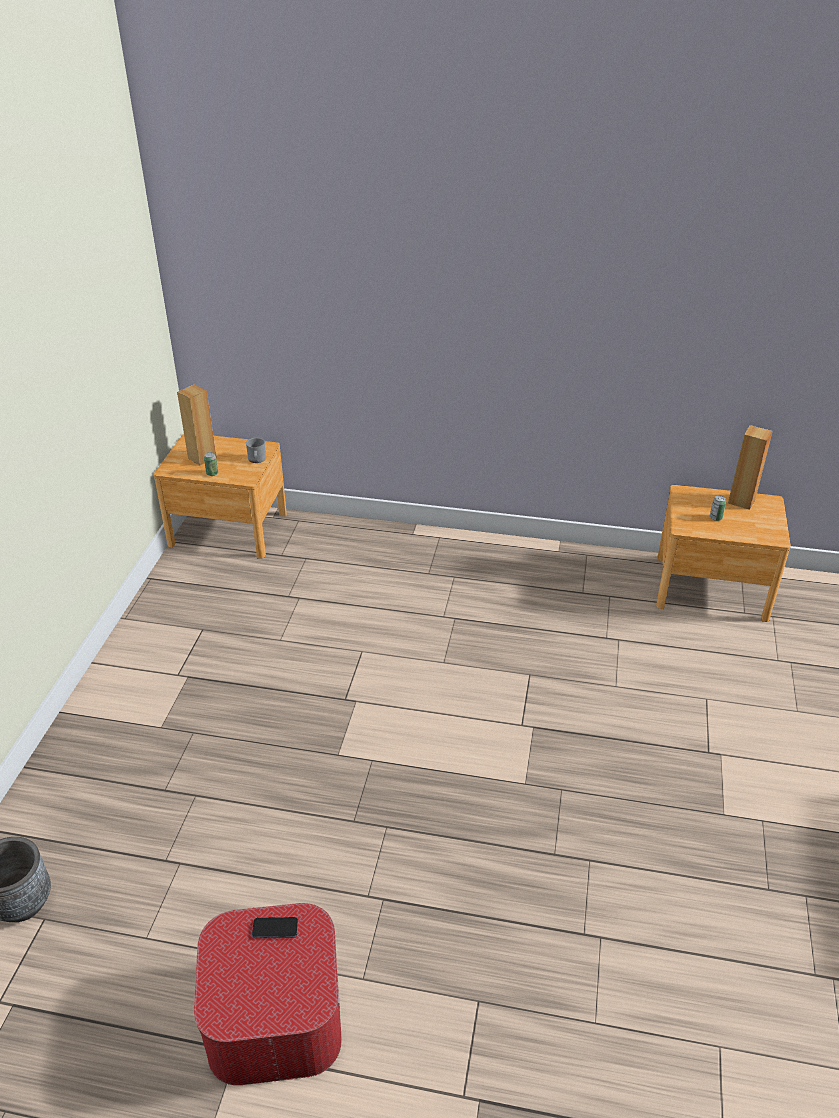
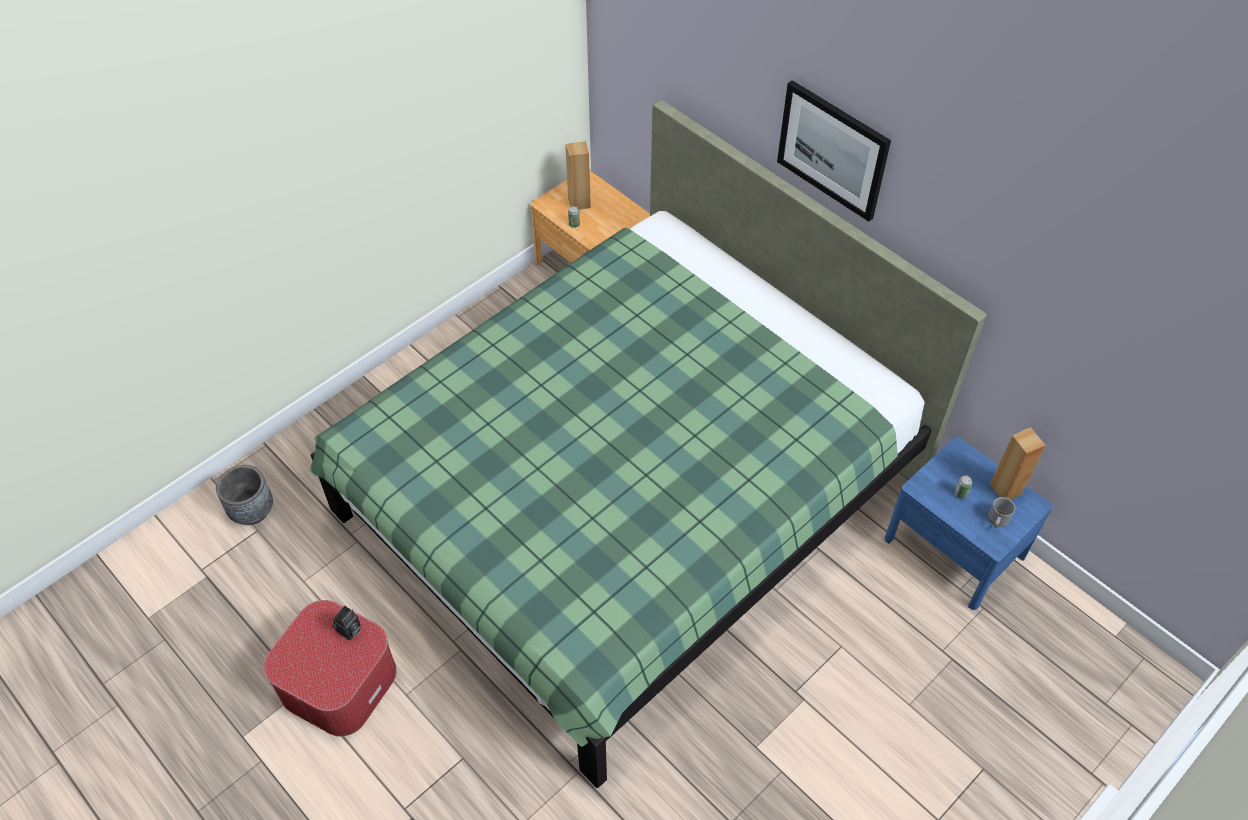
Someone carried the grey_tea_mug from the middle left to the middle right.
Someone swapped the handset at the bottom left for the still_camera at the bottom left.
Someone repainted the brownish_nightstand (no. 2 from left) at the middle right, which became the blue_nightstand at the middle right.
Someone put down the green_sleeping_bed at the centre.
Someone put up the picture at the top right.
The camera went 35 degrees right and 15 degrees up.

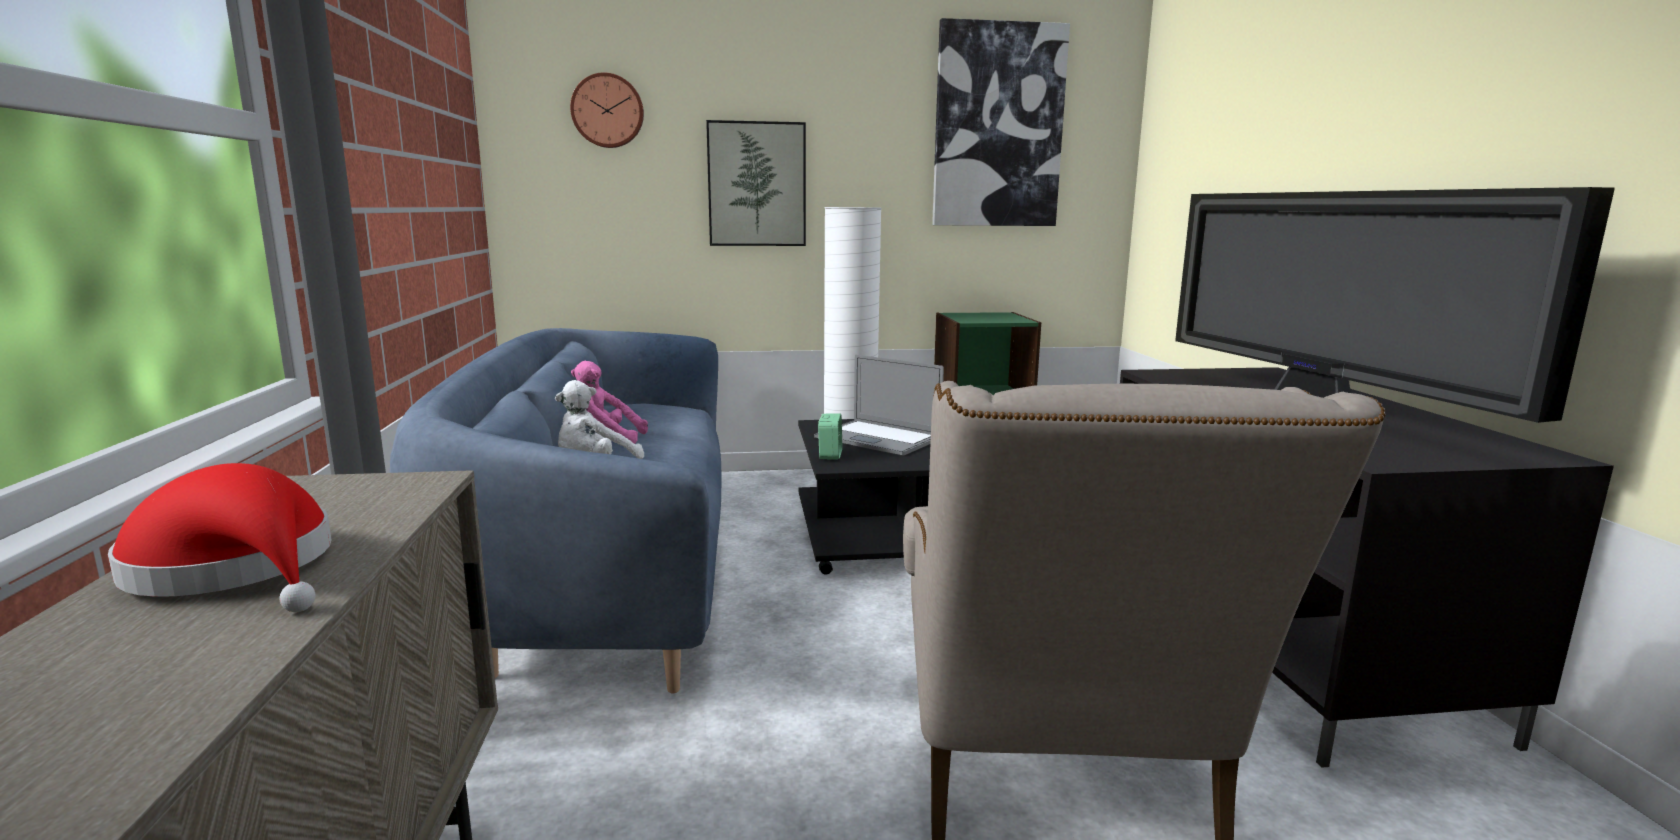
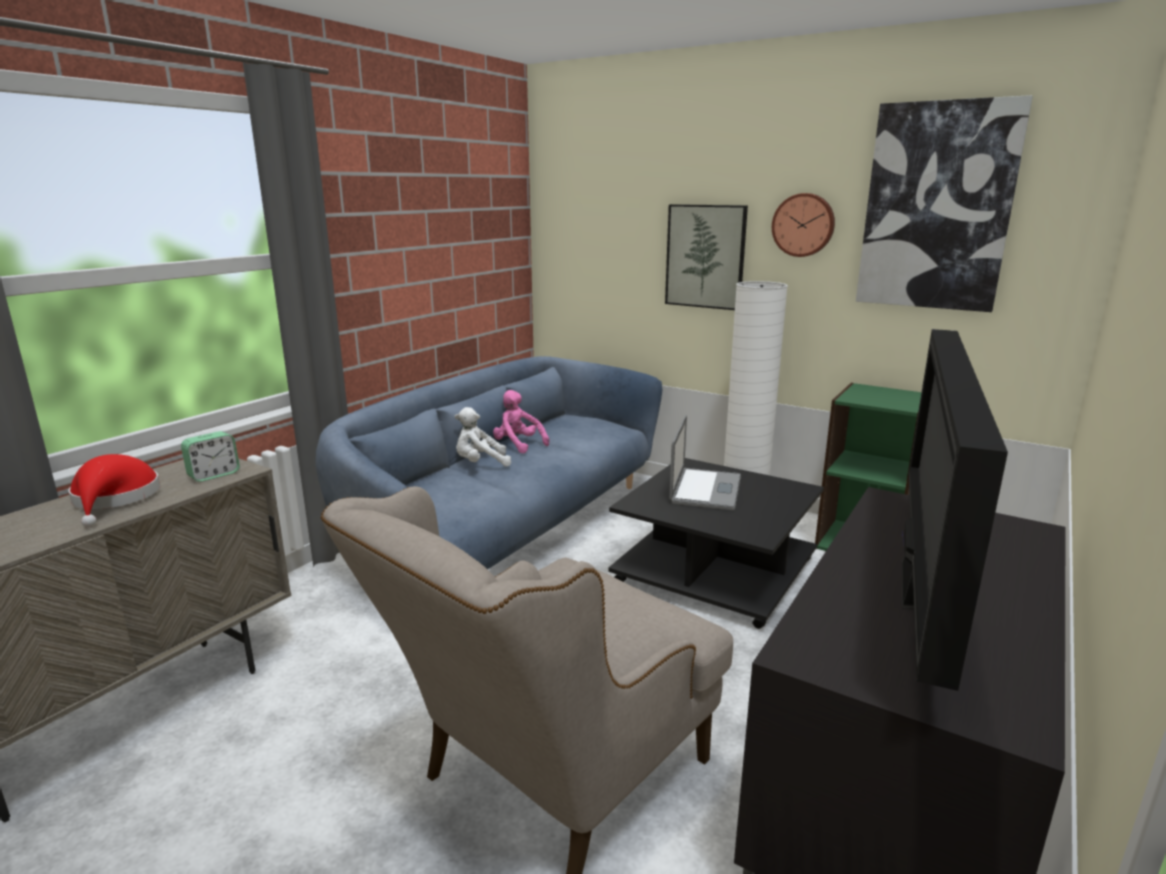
Someone carried the hanging_clock from the top centre to the top right.
Someone rotated the notebook_computer at the centre by 150 degrees counterclockwise.
Someone carried the bedside_clock from the centre to the middle left.
The camera went 40 degrees right and 5 degrees up.

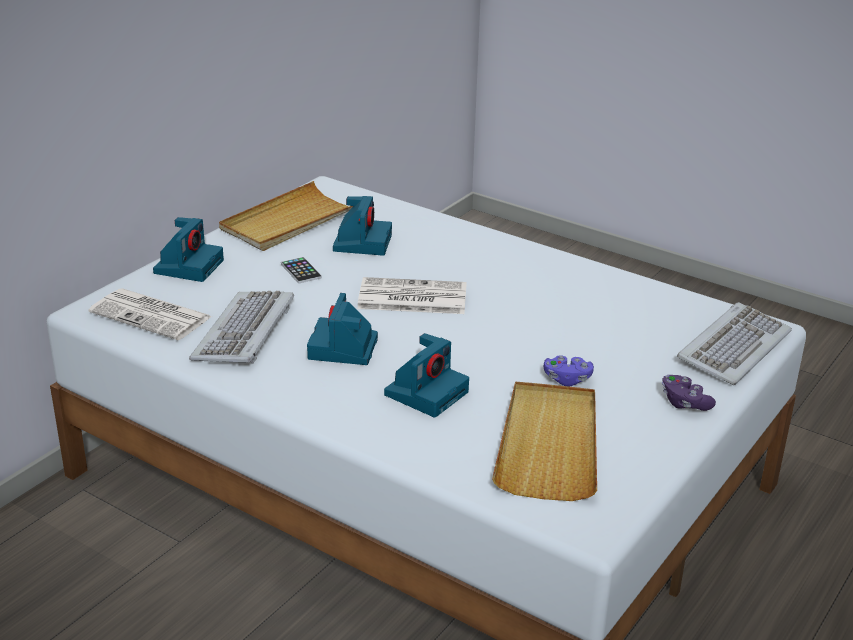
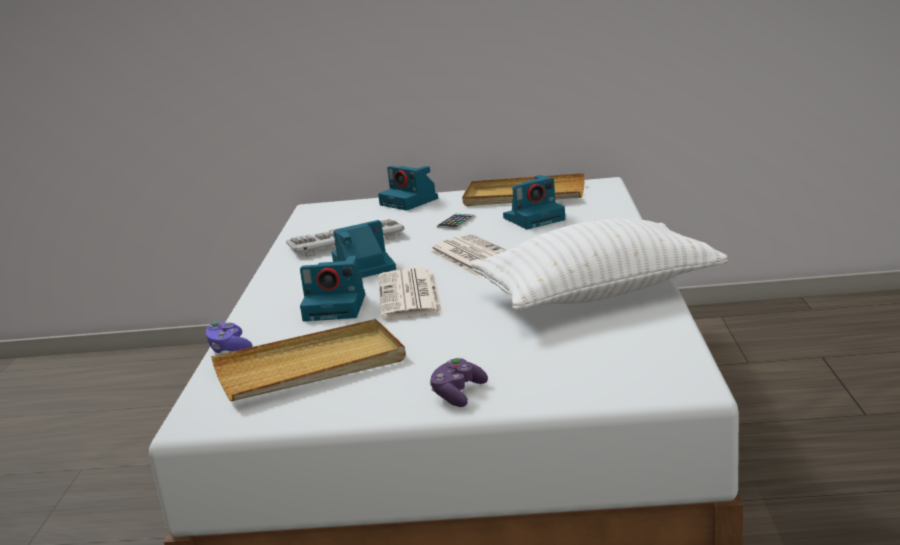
Someone carried the printed_paper (no. 1 from left) from the middle left to the centre.
Someone rotated the still_camera (no. 1 from left in the first image) at the middle left by 60 degrees clockwise.
Someone carried the purple_gamepad (no. 1 from left) from the middle right to the middle left.
Someone took away the PC_keyboard (no. 2 from left) at the middle right.
Someone put down the whitish_cushion at the centre.
The camera went 60 degrees right and 10 degrees down.

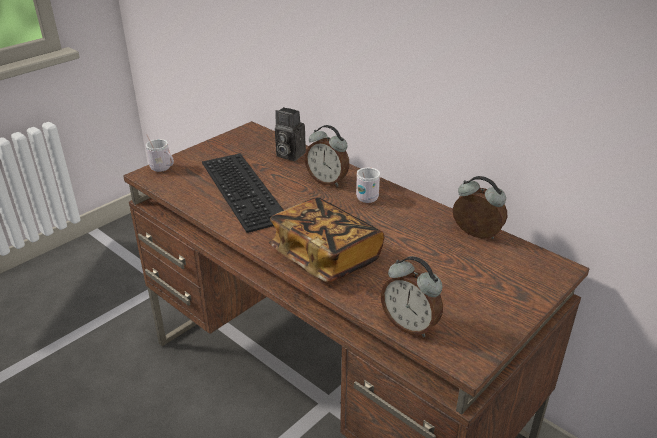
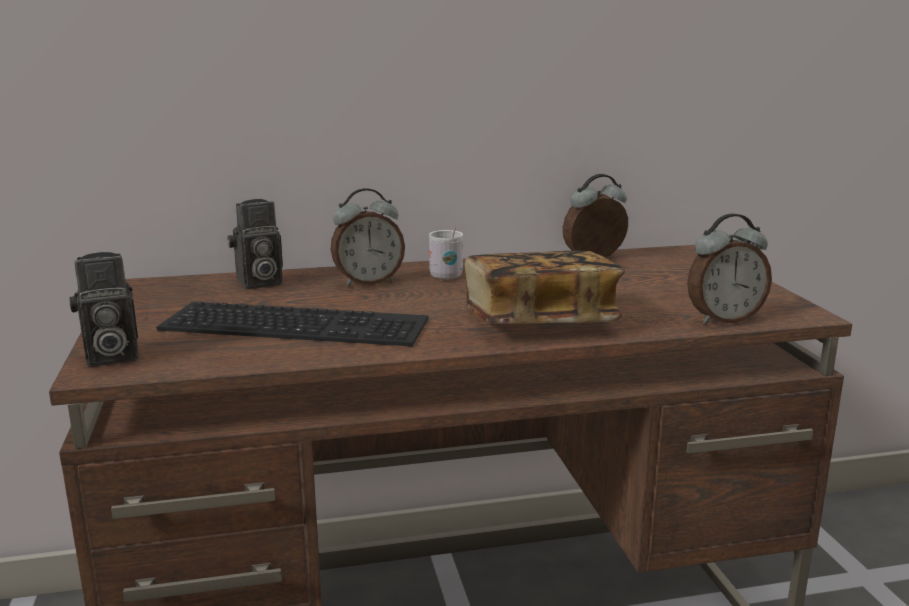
Someone swapped the whitish_tea_mug (no. 1 from left) at the middle left for the still_camera (no. 1 from left) at the middle left.
The camera went 55 degrees left and 15 degrees down.

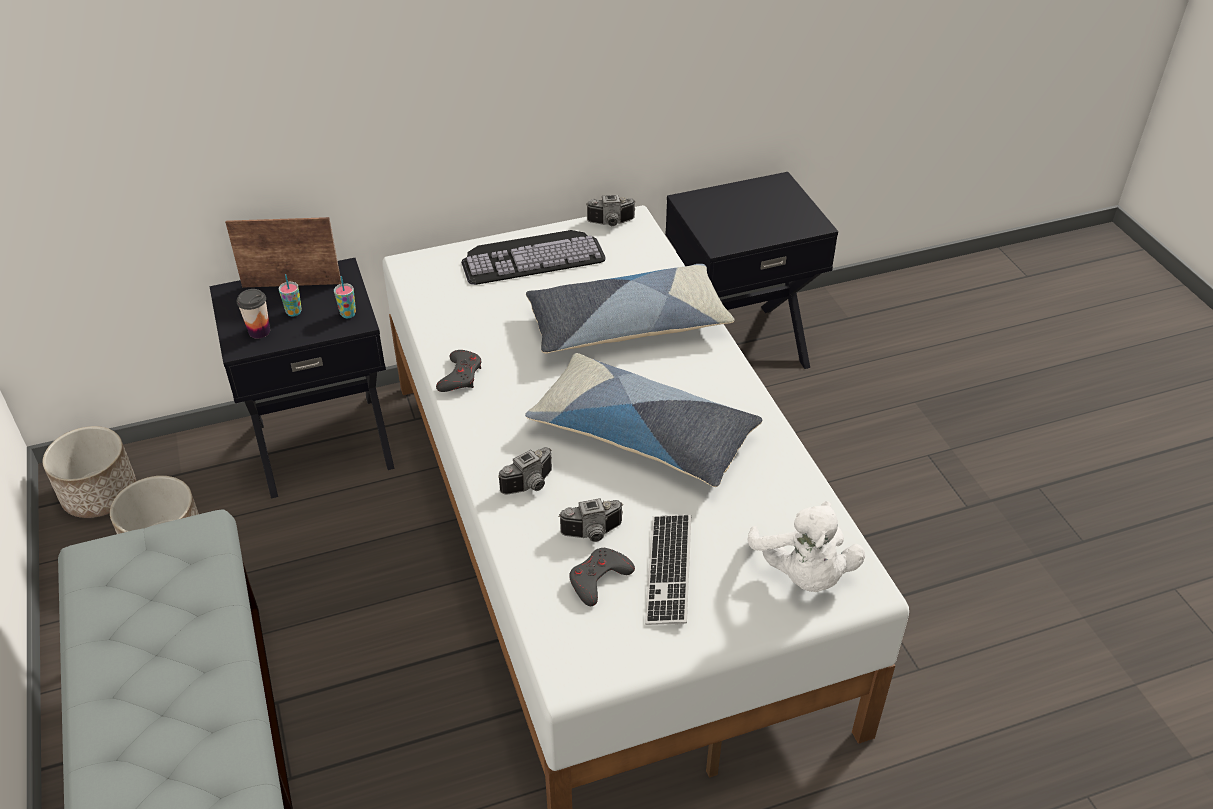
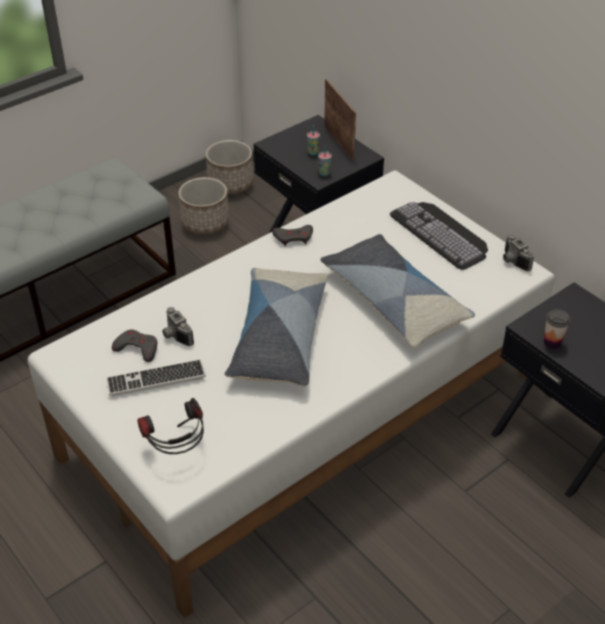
Someone carried the drinking_cup (no. 1 from left in the first image) from the middle left to the middle right.
Someone took away the still_camera (no. 1 from left) at the centre.
Someone swapped the whitish_cuddly_toy at the bottom centre for the headphones at the bottom left.
The camera went 70 degrees right and 0 degrees up.

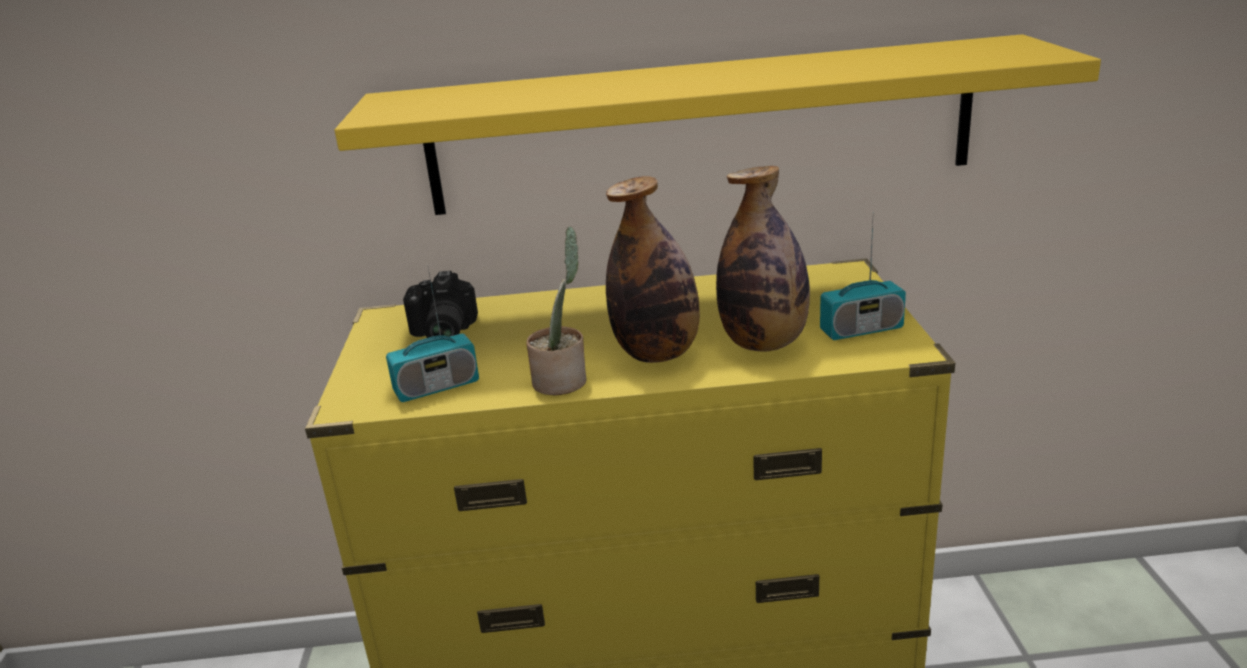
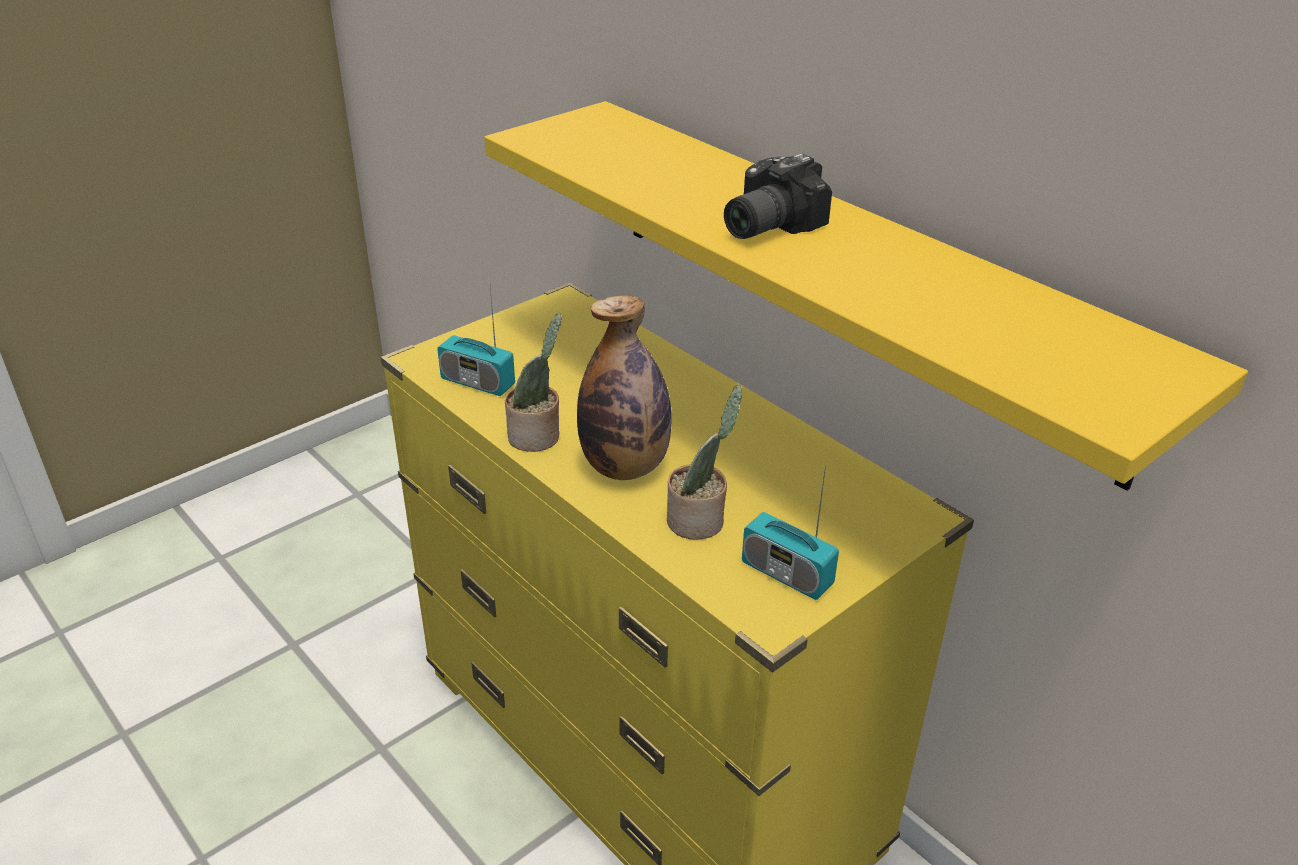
Someone carried the still_camera from the centre to the top centre.
Someone swapped the beverage_bottle (no. 2 from left) at the centre for the plant_in_a_pot (no. 2 from left) at the centre.
The camera went 50 degrees right and 10 degrees up.

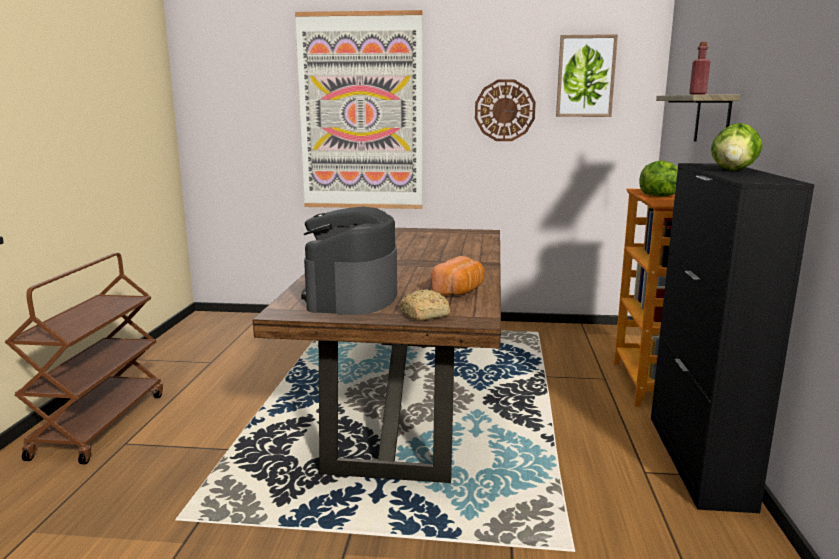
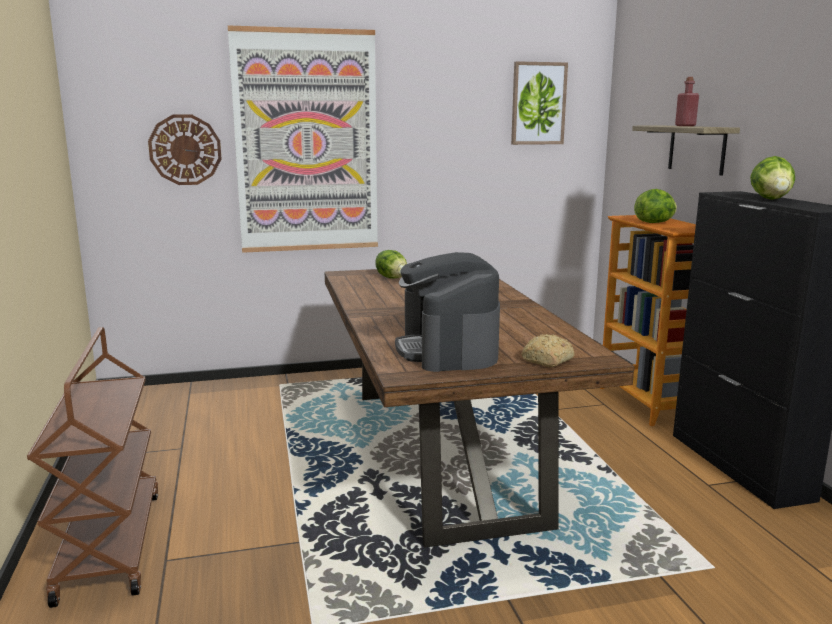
Someone took away the baked_bread (no. 2 from left) at the centre.
Someone carried the hanging_clock from the top centre to the top left.
Someone put down the lettuce_head (no. 1 from left) at the centre.
The camera went 20 degrees left and 0 degrees up.

